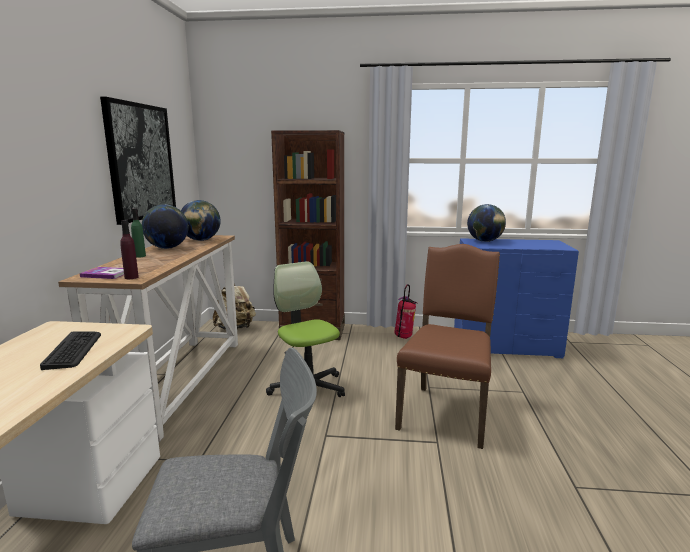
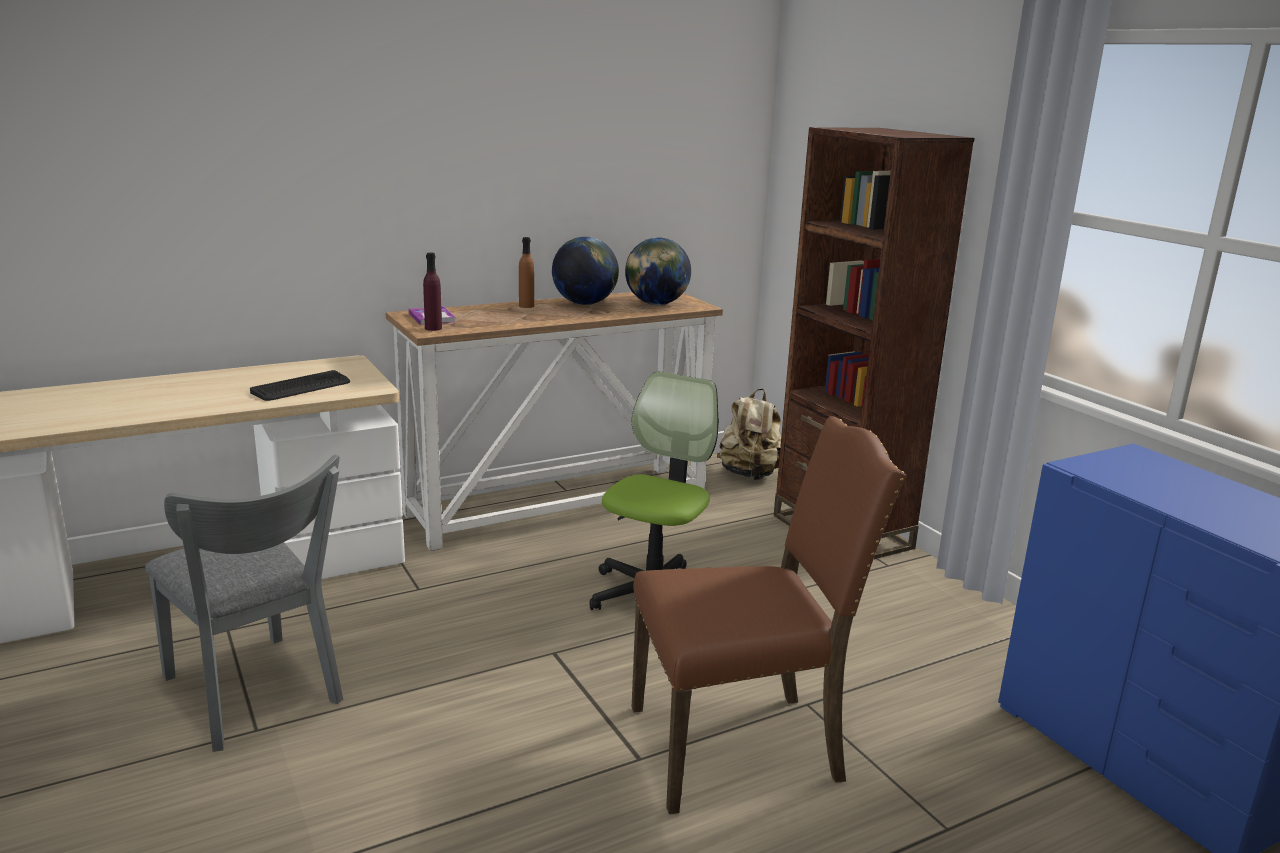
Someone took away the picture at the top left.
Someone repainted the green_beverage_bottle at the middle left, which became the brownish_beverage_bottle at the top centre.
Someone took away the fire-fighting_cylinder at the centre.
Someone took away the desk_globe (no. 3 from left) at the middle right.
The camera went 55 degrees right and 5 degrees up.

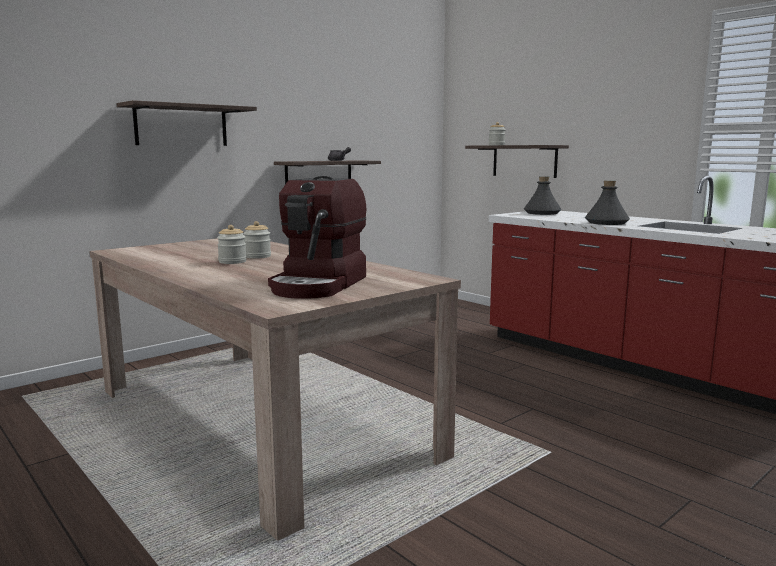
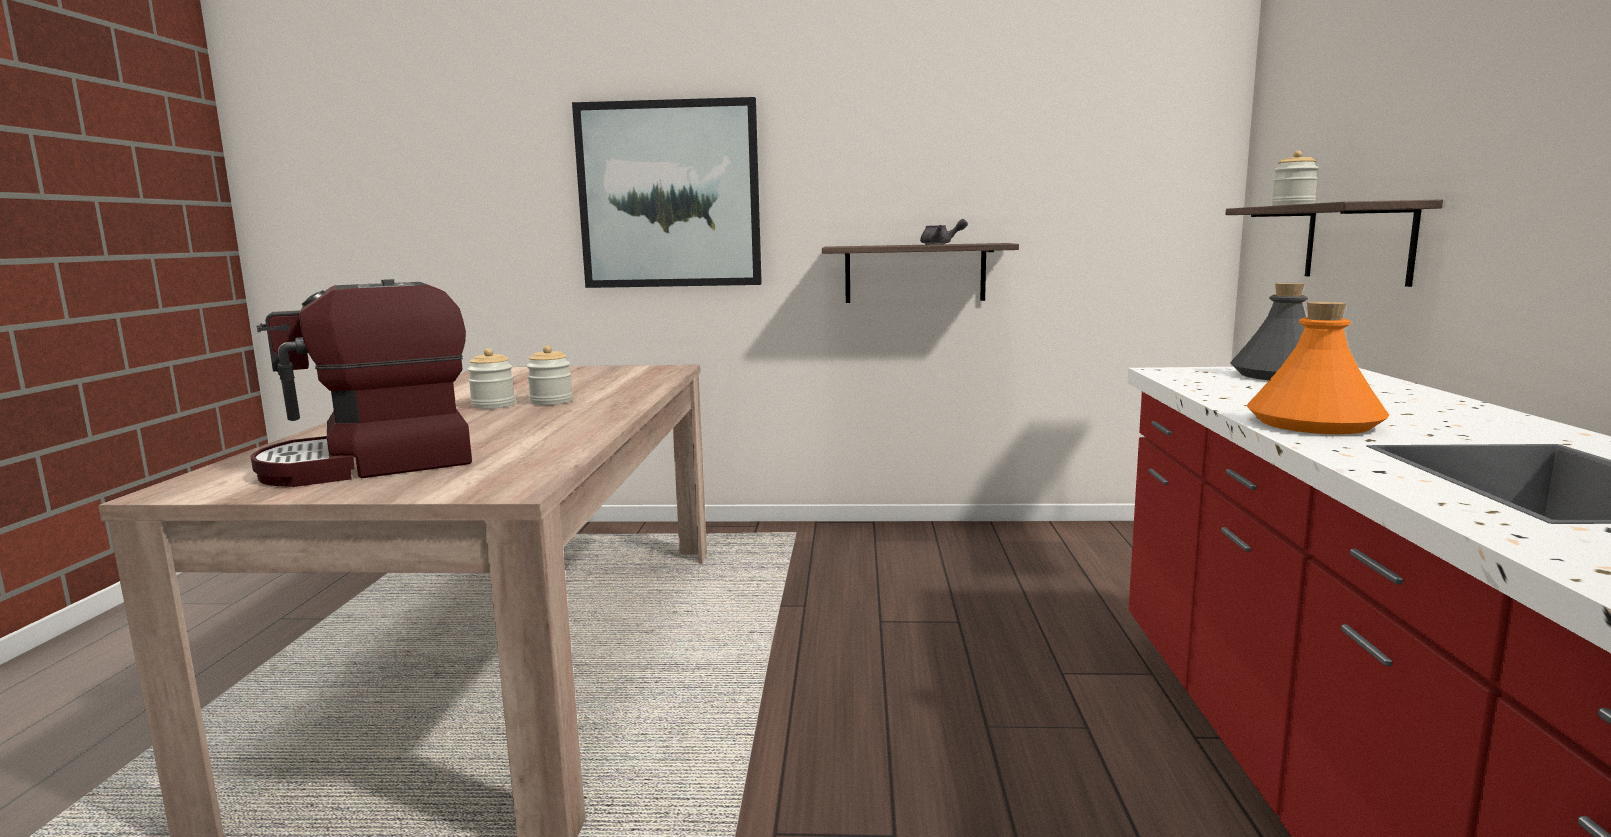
Someone swapped the wall_shelf (no. 1 from left) at the top left for the picture at the top centre.
Someone repainted the grey_beverage_bottle (no. 2 from left) at the middle right, which became the orange-coloured_beverage_bottle at the middle right.
The camera went 45 degrees right and 0 degrees up.

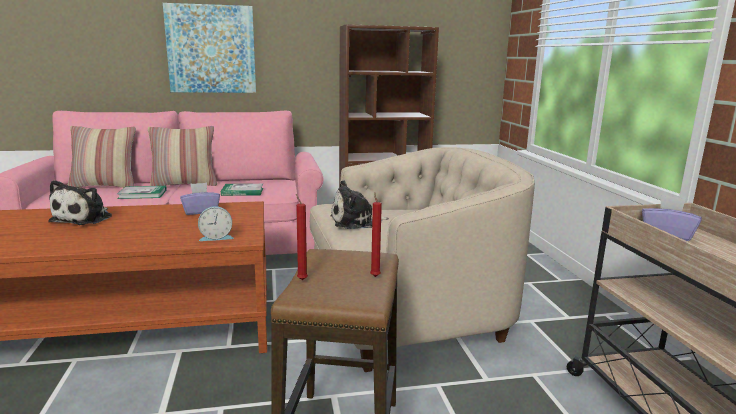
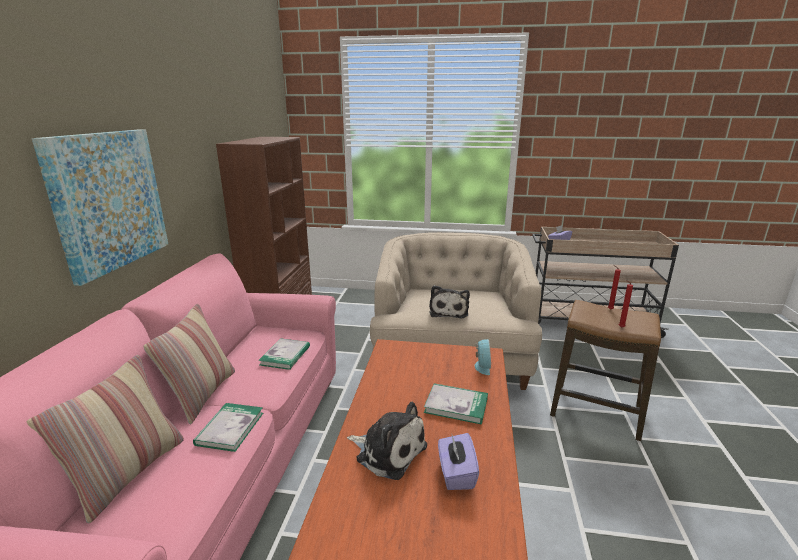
Someone carried the purple_tissue_box (no. 1 from left) from the middle left to the bottom centre.
Someone put down the book (no. 3 from left) at the bottom centre.
The camera went 70 degrees left and 5 degrees up.

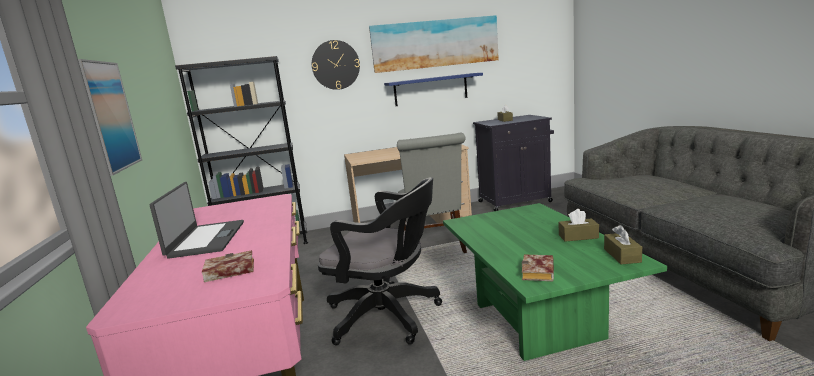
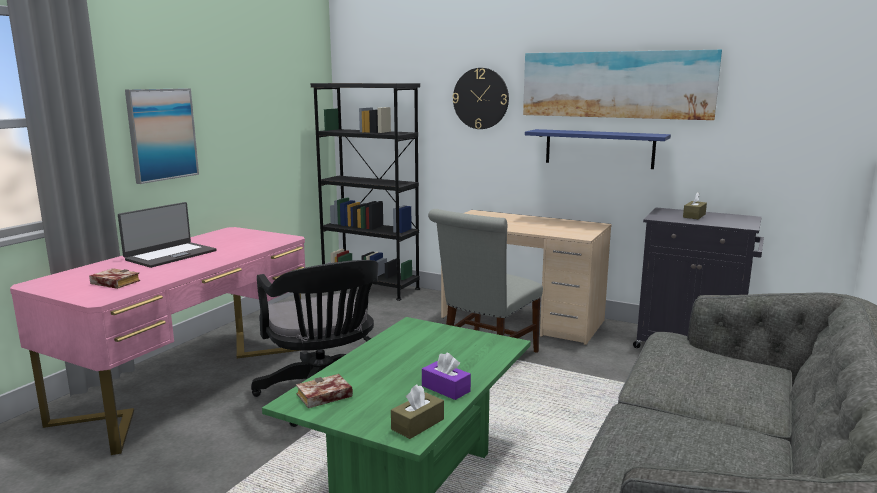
Someone repainted the brownish_tissue_box (no. 2 from left) at the middle right, which became the purple_tissue_box at the bottom centre.
The camera went 40 degrees right and 0 degrees up.

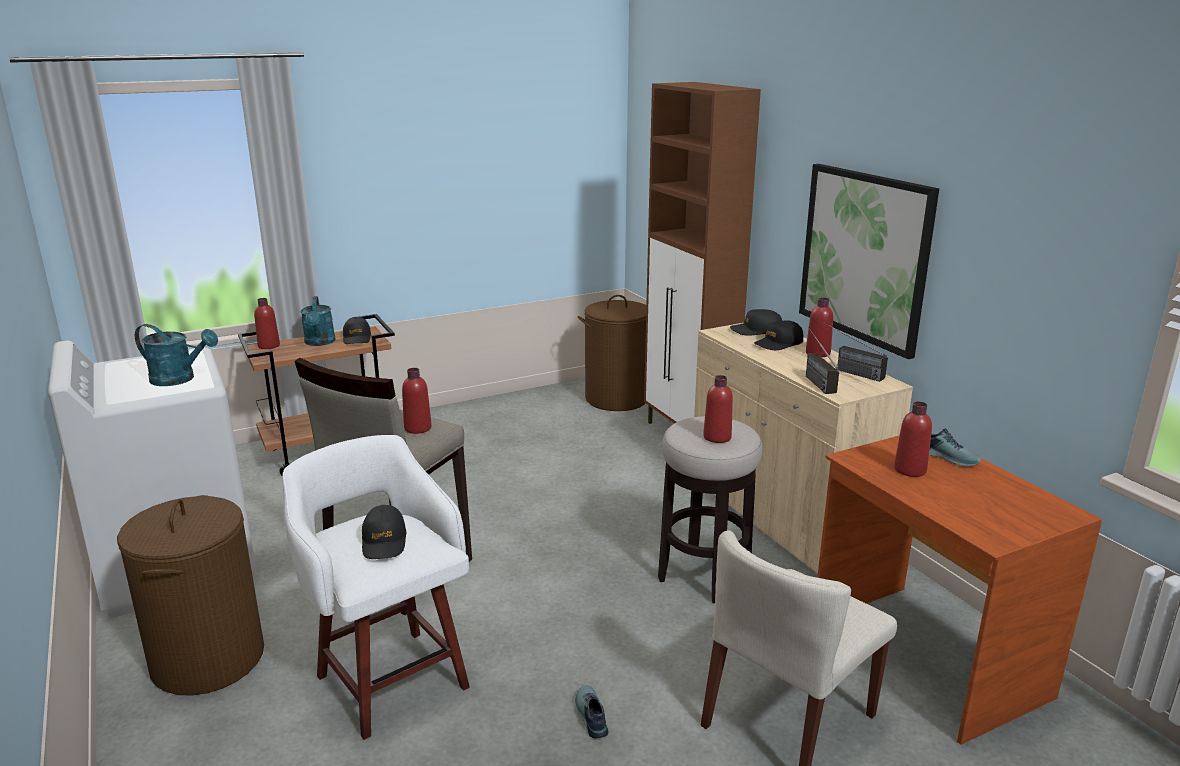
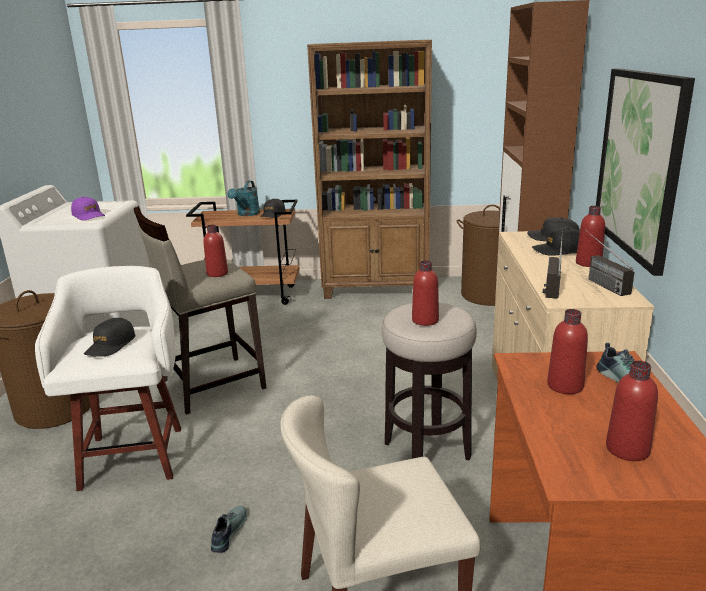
Someone swapped the turquoise-coloured_sprinkling_can (no. 1 from left) at the middle left for the purple_peaked_cap at the middle left.
Someone carried the red_beverage_bottle (no. 1 from left in the first image) from the middle left to the bottom right.
Someone put down the brownish_bookcase at the top centre.
The camera went 30 degrees right and 0 degrees up.

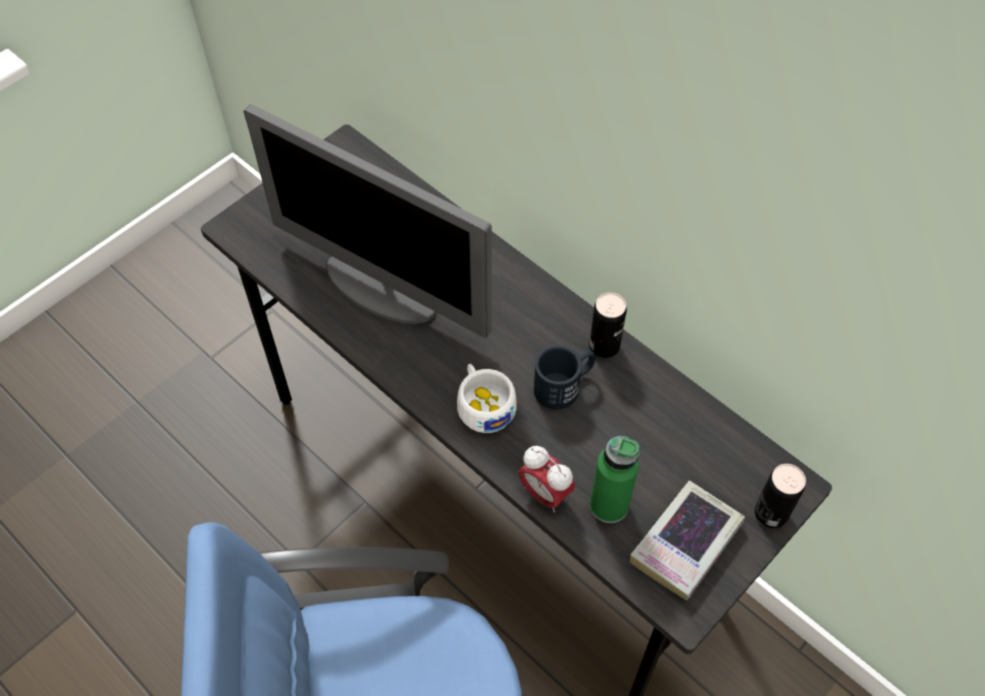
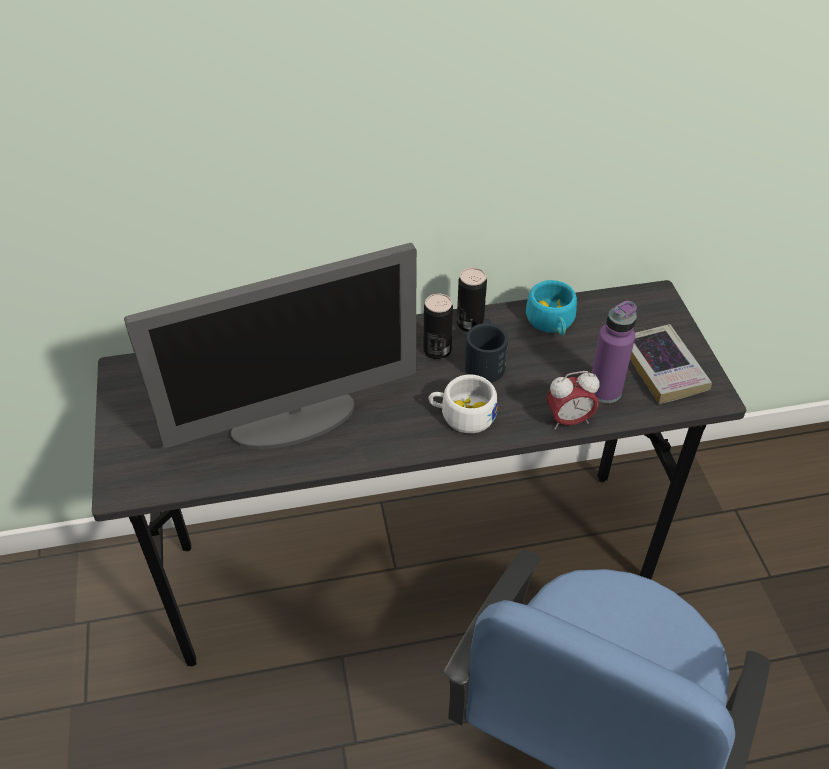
Someone repainted the green_beverage_bottle at the bottom centre, which became the purple_beverage_bottle at the middle right.
Someone carried the metal_can (no. 2 from left in the first image) from the bottom right to the centre.
Someone put down the turquoise-coloured_drinking_cup at the centre.
The camera went 55 degrees left and 10 degrees down.

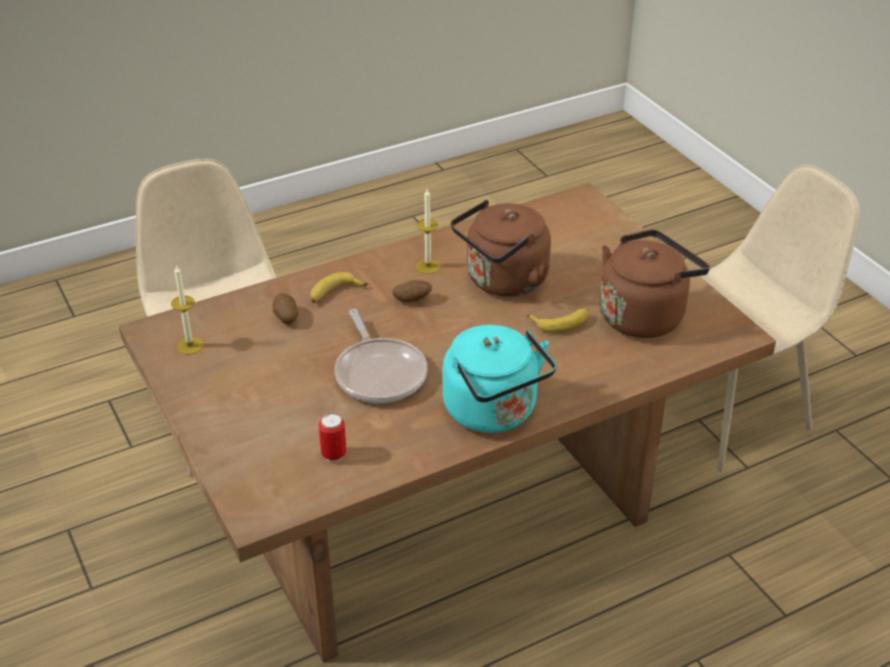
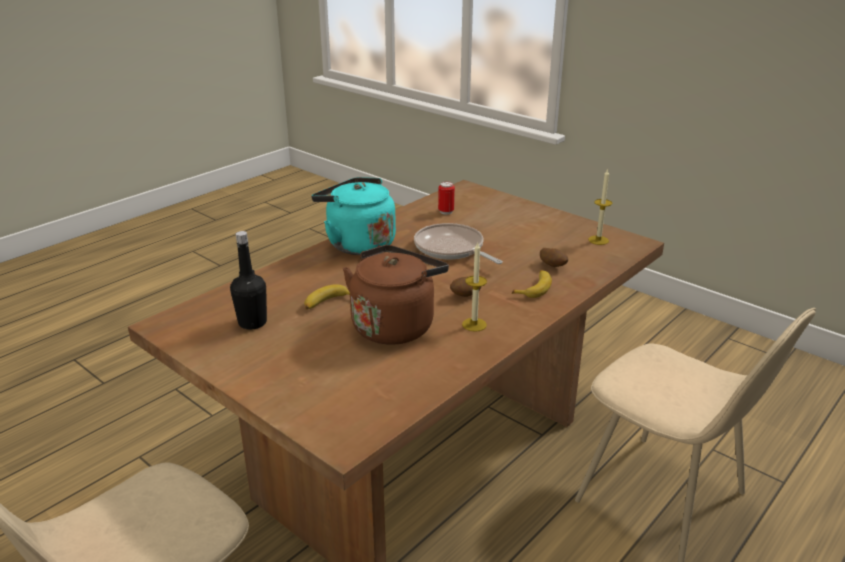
Someone swapped the brownish_water_kettle (no. 2 from left) at the middle right for the blackish_beverage_bottle at the middle left.
The camera went 160 degrees right and 10 degrees down.

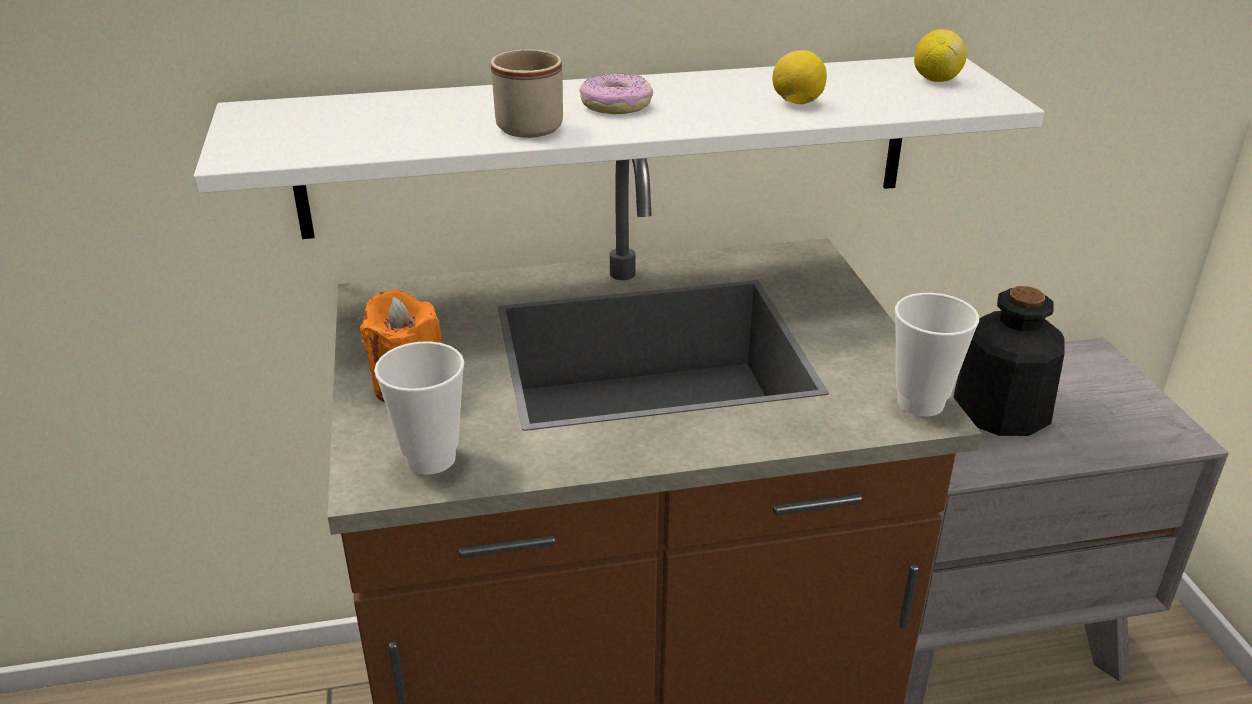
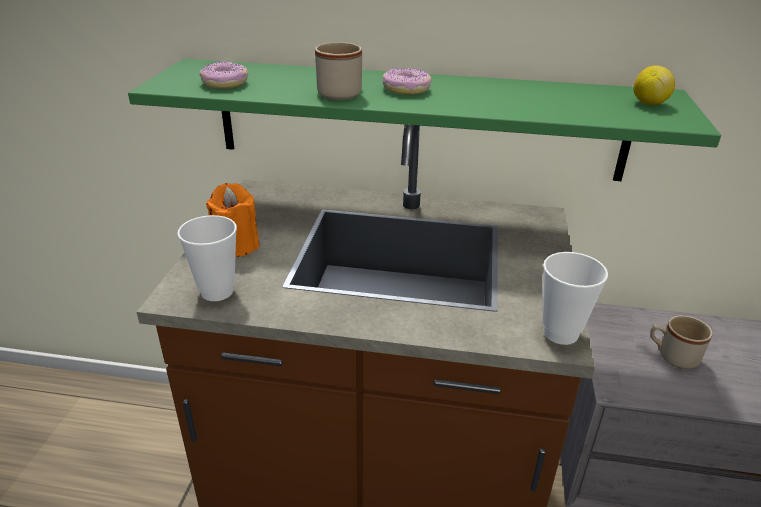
Someone repainted the whitish_wall_shelf at the top centre, which became the green_wall_shelf at the top centre.
Someone took away the whole_lemon (no. 1 from left) at the top centre.
Someone swapped the beverage_bottle at the middle right for the beige_tea_mug (no. 2 from left) at the bottom right.
Someone put down the ring_doughnut (no. 1 from left) at the top left.
The camera went 20 degrees right and 0 degrees up.

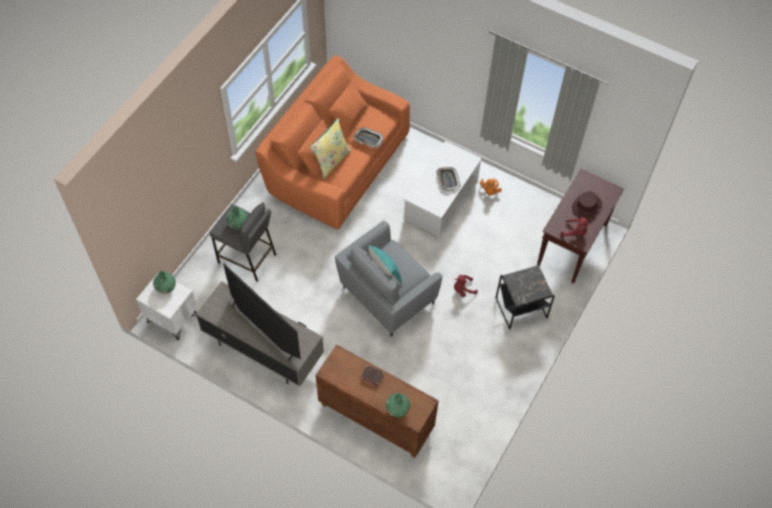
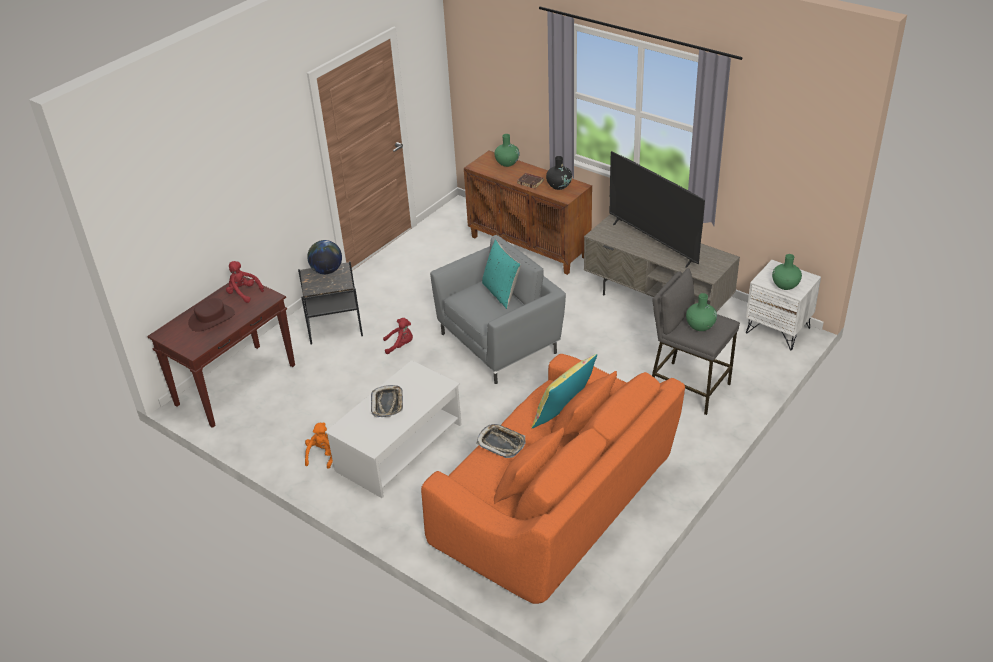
Someone put down the desk_globe at the middle left.
Someone put down the blackish_decorative_vase at the top centre.
The camera went 170 degrees left and 20 degrees down.

